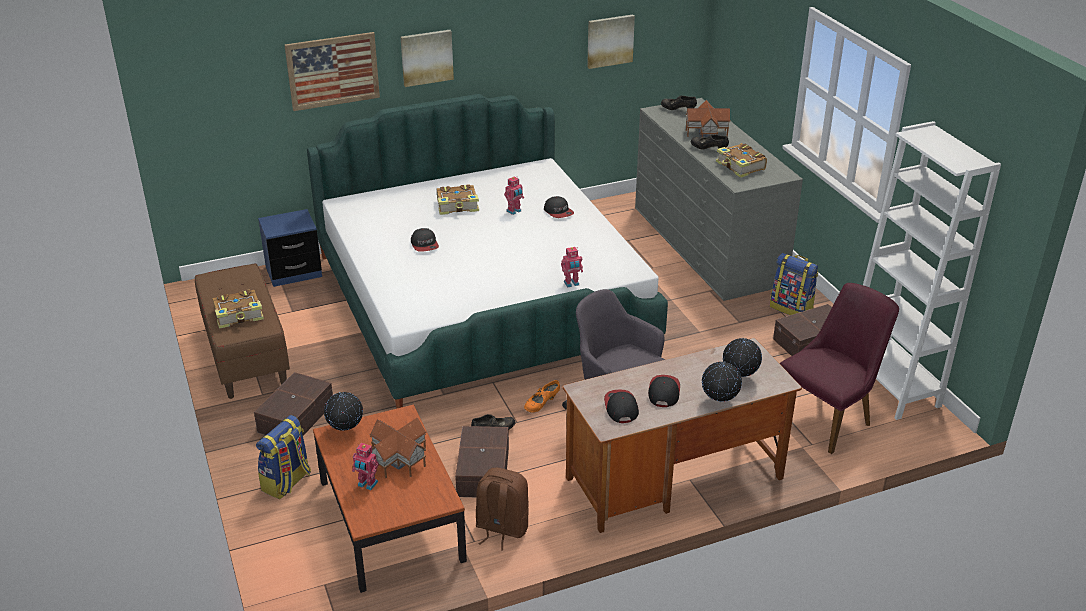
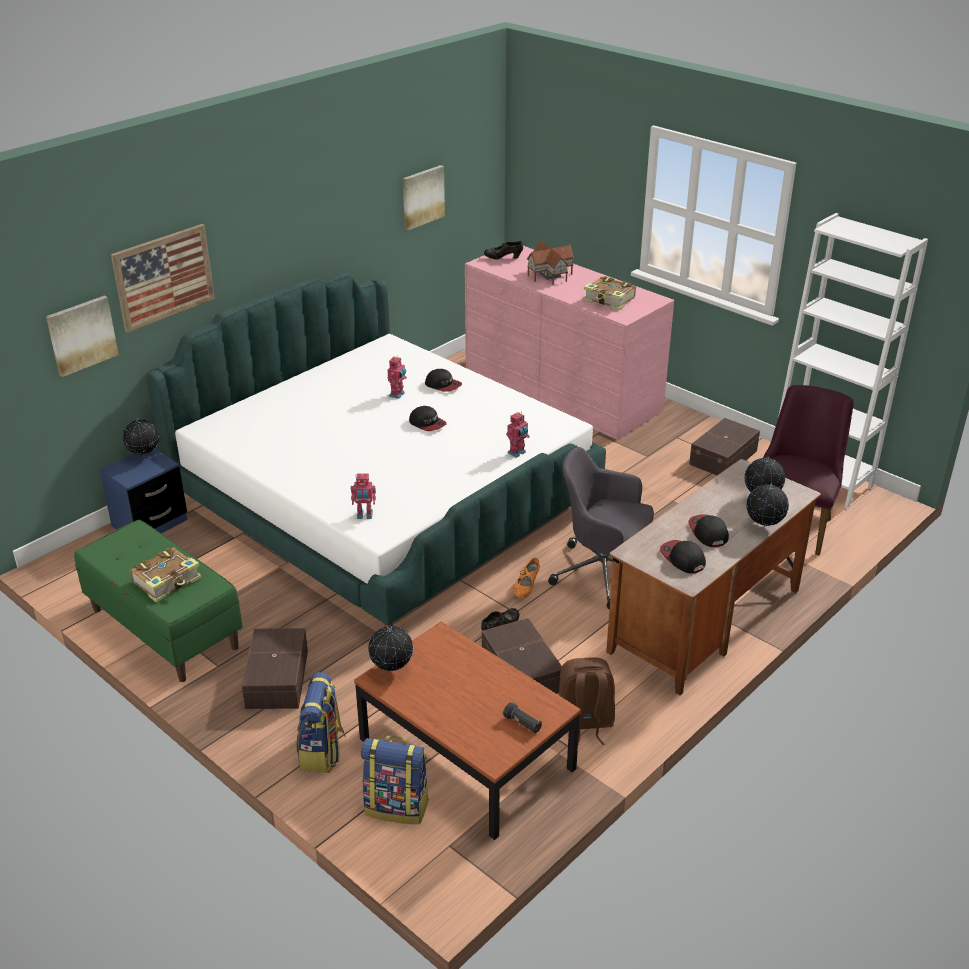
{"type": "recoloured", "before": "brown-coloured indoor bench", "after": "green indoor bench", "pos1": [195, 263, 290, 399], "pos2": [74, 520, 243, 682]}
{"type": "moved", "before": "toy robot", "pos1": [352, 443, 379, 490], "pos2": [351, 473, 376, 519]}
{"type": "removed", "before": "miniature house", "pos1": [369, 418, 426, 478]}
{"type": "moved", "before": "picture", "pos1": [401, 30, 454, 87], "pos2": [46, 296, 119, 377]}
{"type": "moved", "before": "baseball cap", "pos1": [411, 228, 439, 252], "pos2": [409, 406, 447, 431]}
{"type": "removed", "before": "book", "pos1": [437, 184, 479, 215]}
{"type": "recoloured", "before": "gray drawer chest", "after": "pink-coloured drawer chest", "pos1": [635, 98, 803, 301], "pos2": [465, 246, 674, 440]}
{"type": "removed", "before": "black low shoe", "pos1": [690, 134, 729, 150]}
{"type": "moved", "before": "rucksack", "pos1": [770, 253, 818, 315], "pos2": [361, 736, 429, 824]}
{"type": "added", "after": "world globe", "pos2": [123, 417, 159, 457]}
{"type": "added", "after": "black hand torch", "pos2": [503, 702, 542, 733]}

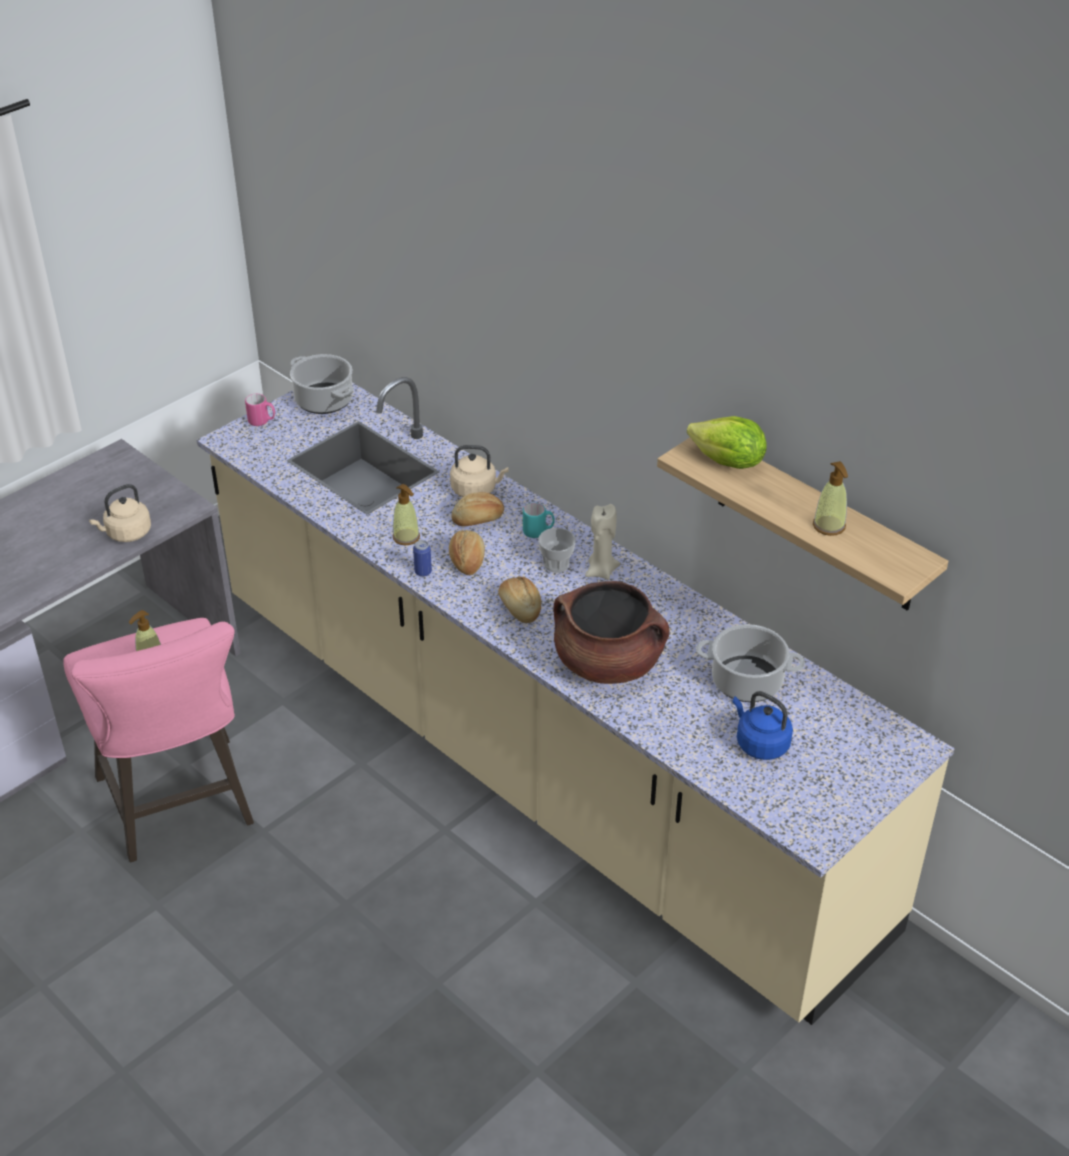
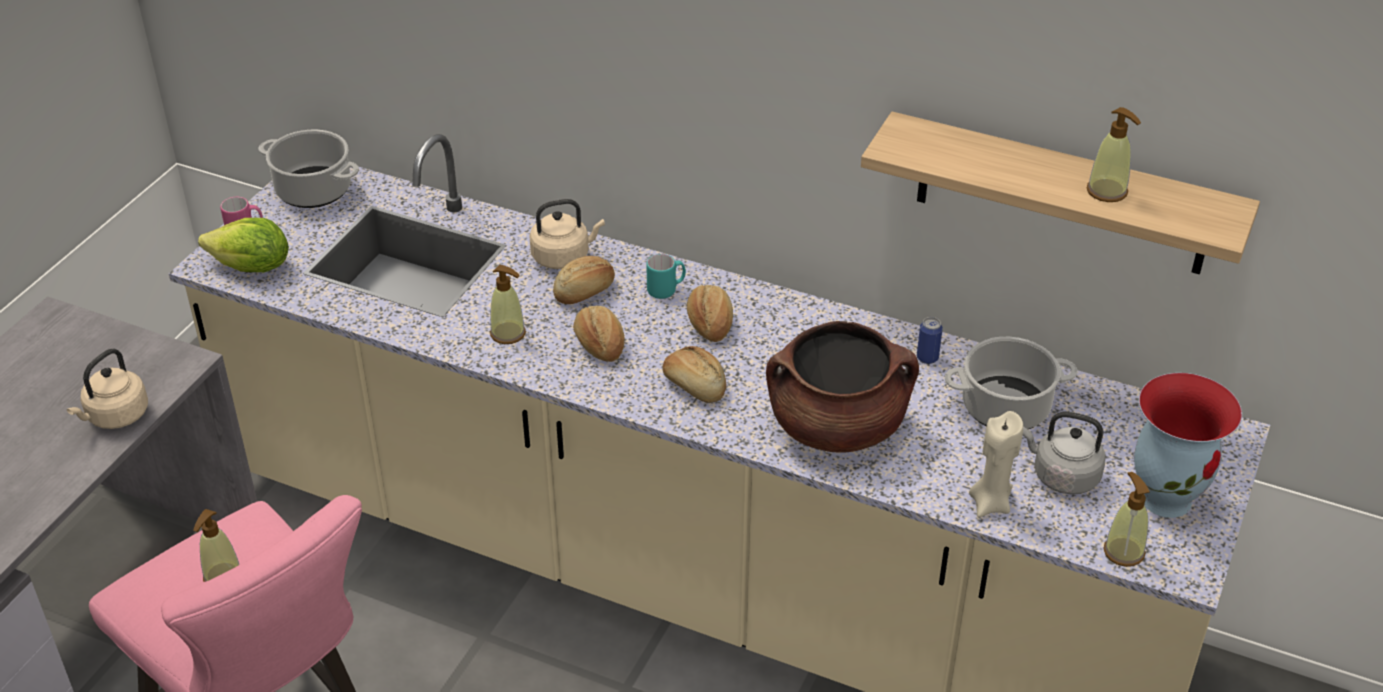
{"type": "moved", "before": "can", "pos1": [413, 540, 432, 577], "pos2": [917, 317, 943, 364]}
{"type": "replaced", "before": "cup", "after": "bakery bread", "pos1": [538, 528, 575, 573], "pos2": [687, 285, 733, 342]}
{"type": "moved", "before": "sand-coloured candle", "pos1": [585, 504, 620, 580], "pos2": [969, 411, 1023, 517]}
{"type": "moved", "before": "lettuce head", "pos1": [687, 416, 767, 469], "pos2": [198, 218, 289, 272]}
{"type": "recoloured", "before": "bluish tea kettle", "after": "gray tea kettle", "pos1": [733, 691, 793, 760], "pos2": [1023, 411, 1106, 495]}
{"type": "added", "after": "soap bottle", "pos2": [1103, 472, 1150, 567]}
{"type": "added", "after": "flower vase", "pos2": [1134, 373, 1242, 518]}

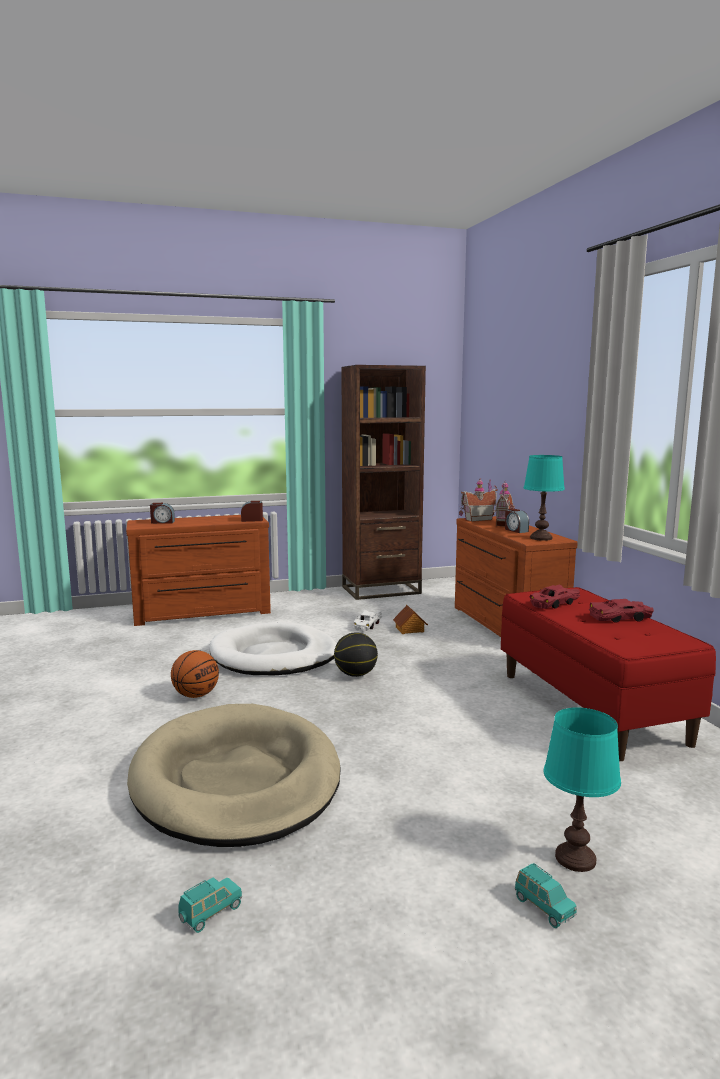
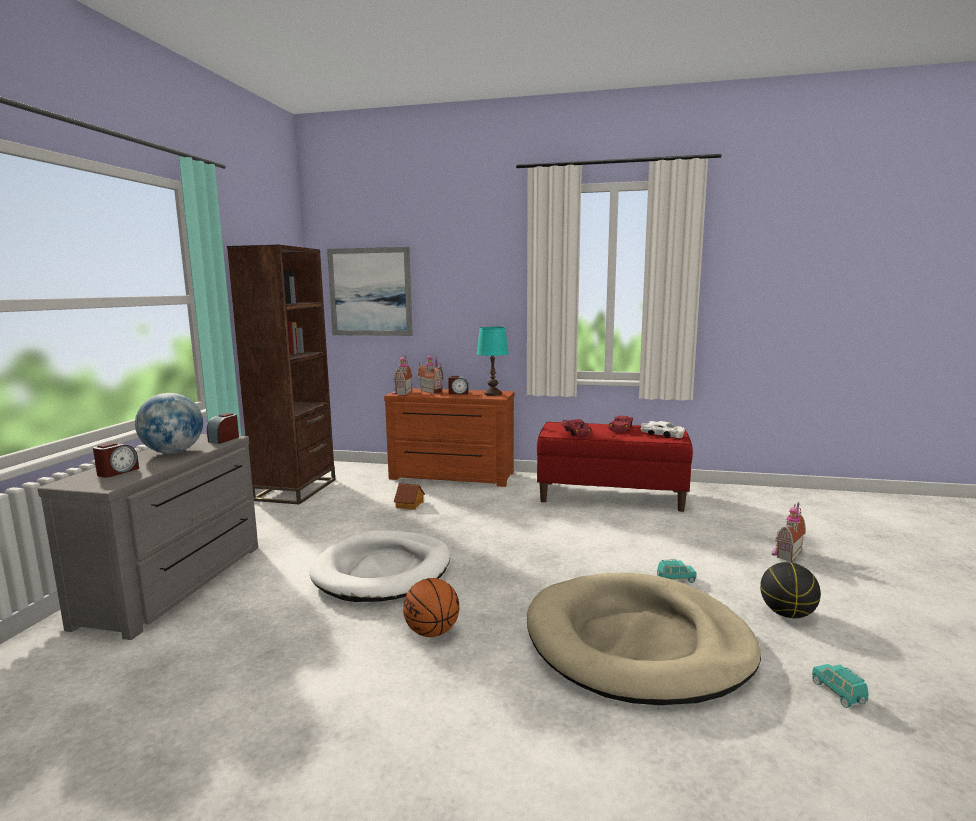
{"type": "recoloured", "before": "brown-coloured drawer chest", "after": "gray drawer chest", "pos1": [126, 515, 271, 626], "pos2": [38, 434, 258, 640]}
{"type": "moved", "before": "ball for basketball", "pos1": [334, 632, 378, 677], "pos2": [760, 562, 821, 618]}
{"type": "moved", "before": "white-coloured miniature car", "pos1": [353, 610, 382, 631], "pos2": [641, 421, 685, 438]}
{"type": "moved", "before": "blue-green miniature car", "pos1": [515, 863, 577, 928], "pos2": [657, 559, 697, 583]}
{"type": "replaced", "before": "blue-green table lamp", "after": "miniature house", "pos1": [543, 707, 621, 872], "pos2": [772, 502, 806, 562]}
{"type": "added", "after": "world globe", "pos2": [135, 393, 203, 453]}
{"type": "added", "after": "picture", "pos2": [327, 247, 413, 336]}

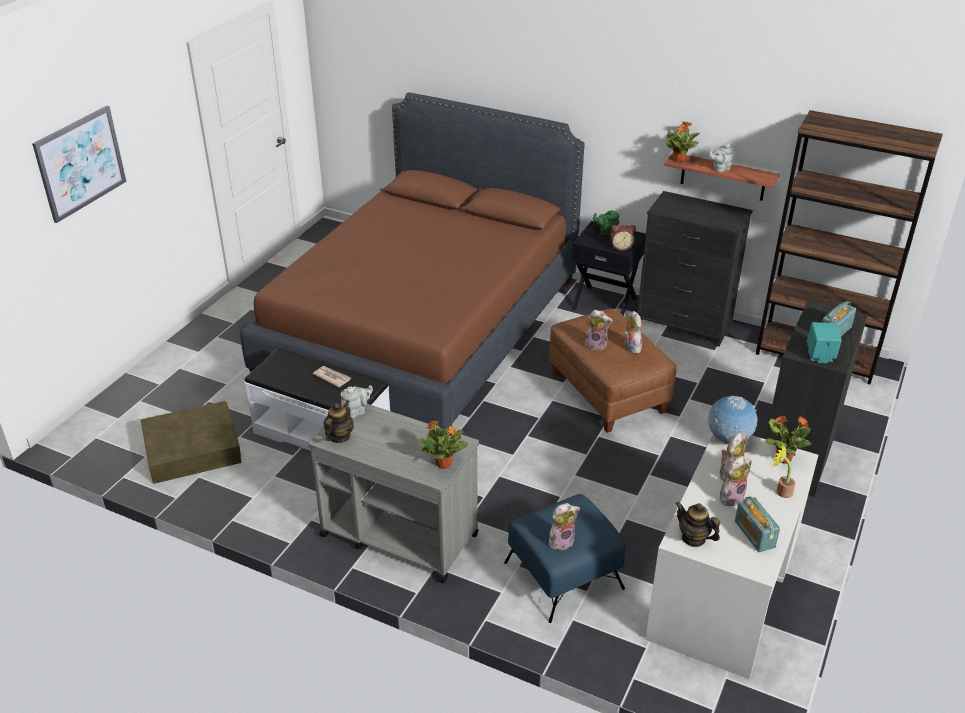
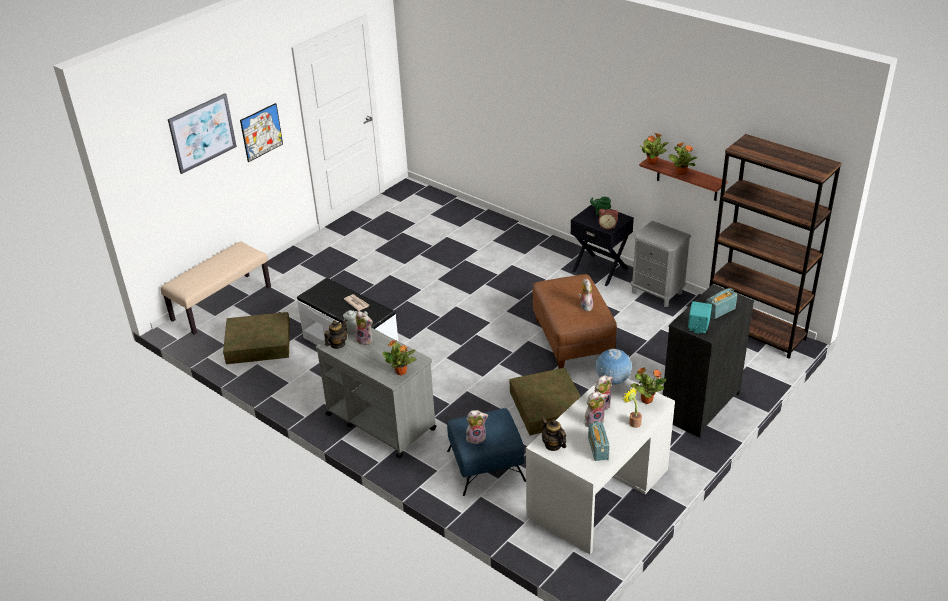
{"type": "removed", "before": "brown-coloured bed", "pos1": [240, 92, 585, 429]}
{"type": "moved", "before": "soft toy", "pos1": [585, 310, 613, 351], "pos2": [355, 311, 373, 345]}
{"type": "replaced", "before": "black drawer chest", "after": "gray night table", "pos1": [637, 191, 753, 347], "pos2": [630, 221, 691, 307]}
{"type": "replaced", "before": "gray tea pot", "after": "plant in a pot", "pos1": [709, 143, 735, 172], "pos2": [668, 142, 698, 175]}
{"type": "added", "after": "sand-coloured indoor bench", "pos2": [160, 241, 271, 335]}
{"type": "added", "after": "picture", "pos2": [240, 103, 283, 162]}
{"type": "added", "after": "brown-coloured storage bin", "pos2": [509, 368, 581, 435]}

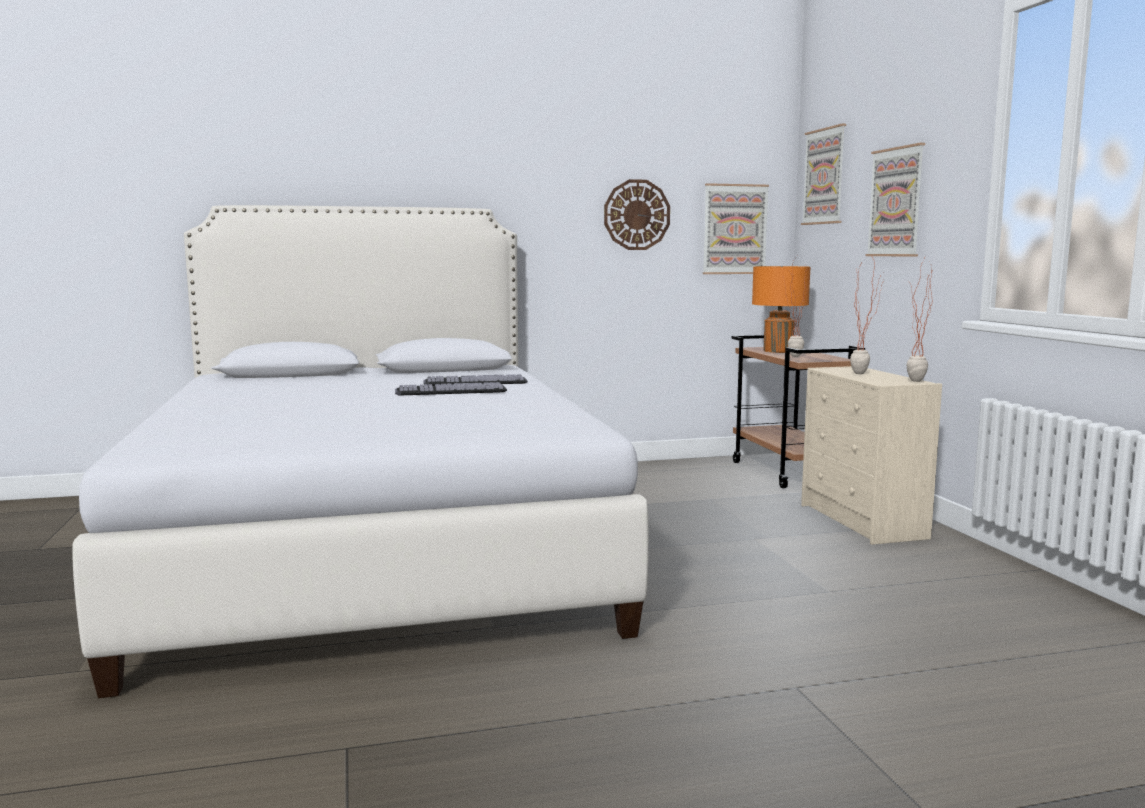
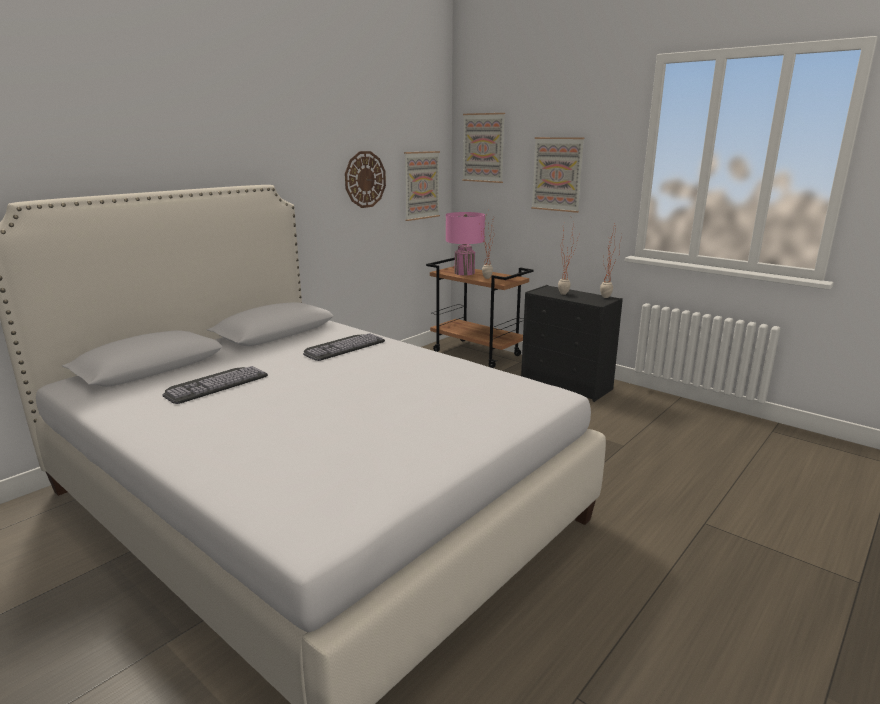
{"type": "moved", "before": "keyboard", "pos1": [395, 382, 507, 395], "pos2": [163, 366, 268, 404]}
{"type": "recoloured", "before": "orangey table lamp", "after": "pink-coloured table lamp", "pos1": [752, 266, 811, 353], "pos2": [446, 212, 485, 275]}
{"type": "recoloured", "before": "sand-coloured drawer chest", "after": "black drawer chest", "pos1": [801, 366, 942, 545], "pos2": [521, 285, 623, 402]}

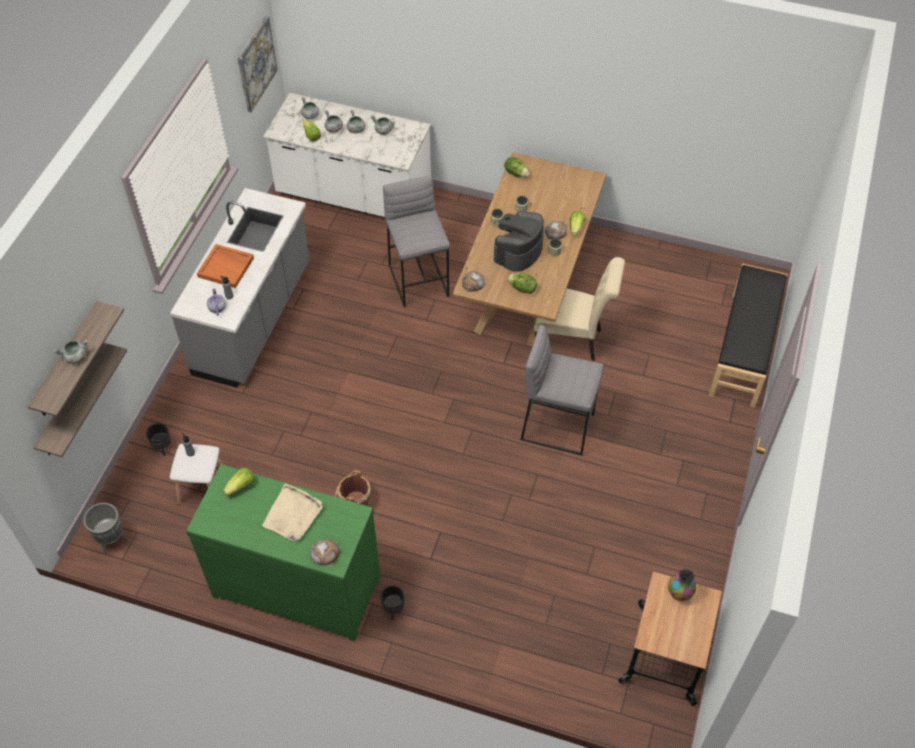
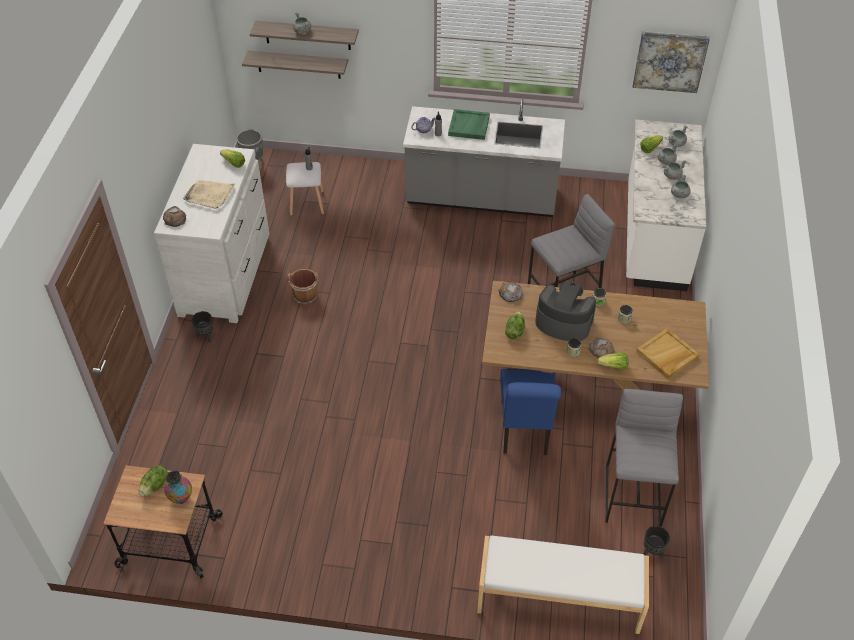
{"type": "moved", "before": "black flower pot", "pos1": [146, 423, 171, 456], "pos2": [644, 526, 670, 558]}
{"type": "recoloured", "before": "green drawer chest", "after": "white-coloured drawer chest", "pos1": [186, 464, 381, 641], "pos2": [154, 144, 270, 323]}
{"type": "recoloured", "before": "orangey carrying tray", "after": "green carrying tray", "pos1": [197, 244, 254, 288], "pos2": [448, 109, 490, 140]}
{"type": "moved", "before": "lettuce head", "pos1": [504, 157, 530, 178], "pos2": [138, 465, 168, 497]}
{"type": "moved", "before": "gray stool", "pos1": [521, 325, 604, 456], "pos2": [605, 389, 683, 527]}
{"type": "recoloured", "before": "sand-coloured plain chair", "after": "bluish plain chair", "pos1": [534, 257, 625, 361], "pos2": [500, 369, 561, 455]}
{"type": "recoloured", "before": "black indoor bench", "after": "white-coloured indoor bench", "pos1": [709, 263, 787, 408], "pos2": [477, 536, 649, 634]}
{"type": "added", "after": "sand-coloured carrying tray", "pos2": [636, 328, 700, 379]}

